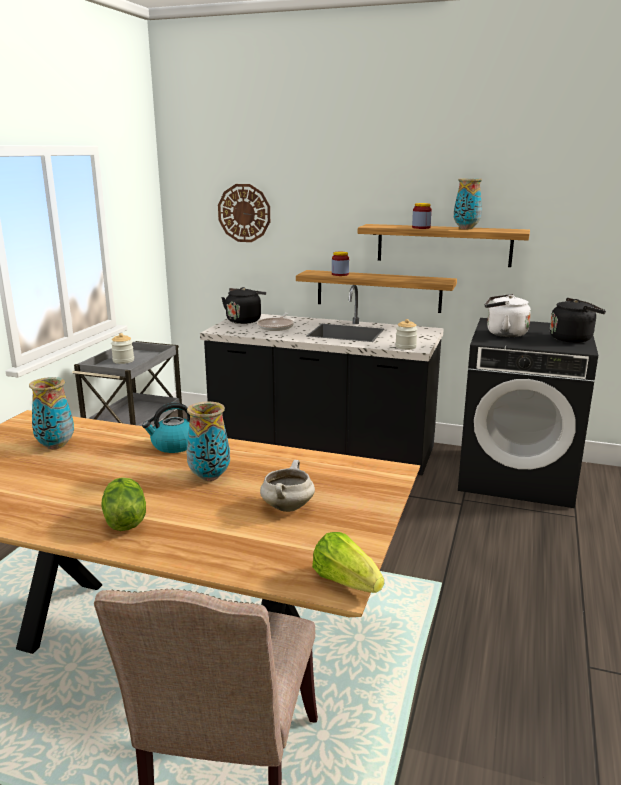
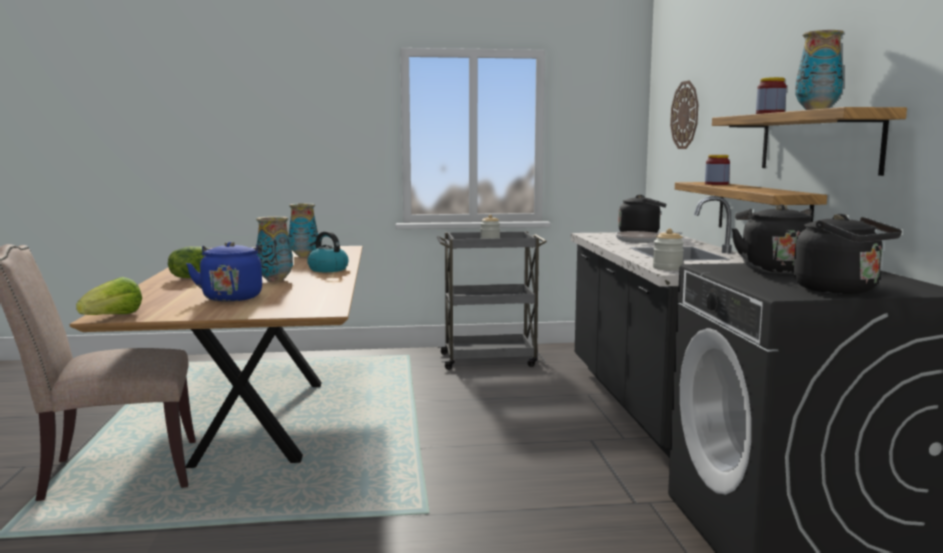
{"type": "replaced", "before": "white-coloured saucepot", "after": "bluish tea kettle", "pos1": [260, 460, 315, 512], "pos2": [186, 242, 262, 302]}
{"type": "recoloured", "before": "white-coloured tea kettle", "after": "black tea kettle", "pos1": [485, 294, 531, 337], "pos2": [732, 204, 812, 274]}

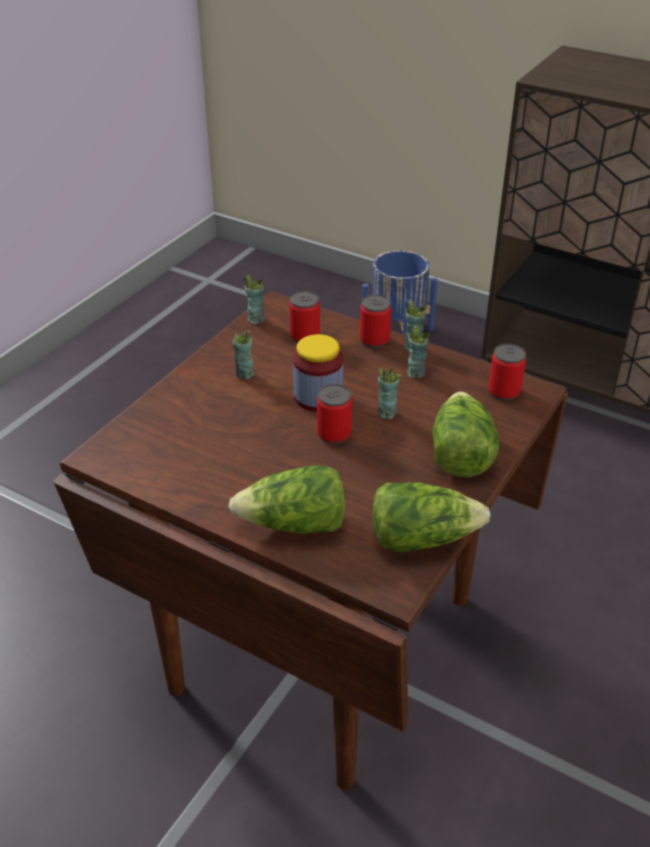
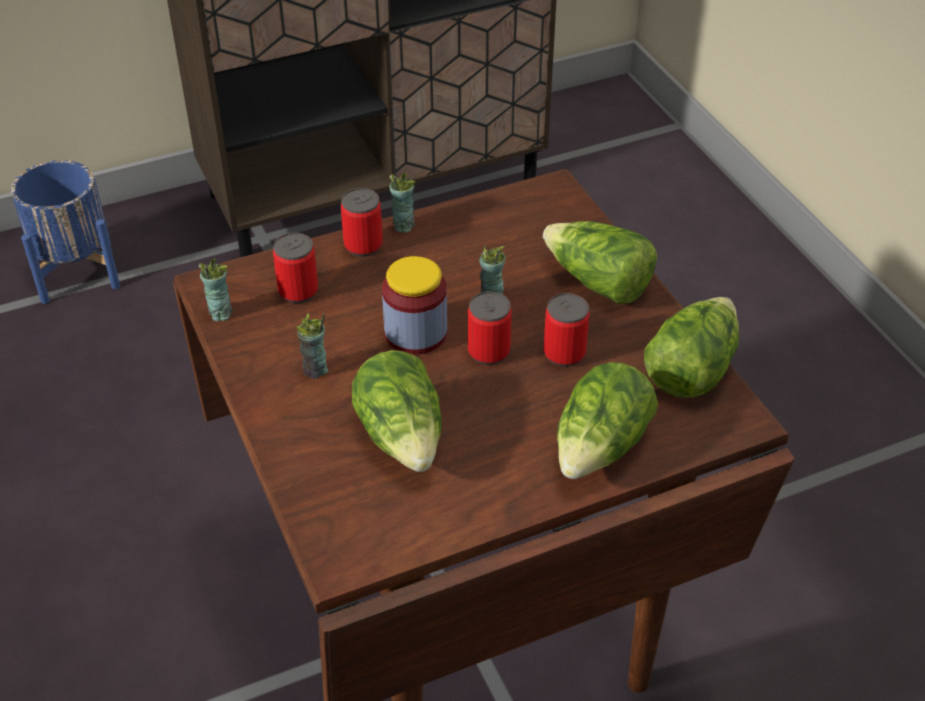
{"type": "removed", "before": "cup", "pos1": [407, 325, 430, 379]}
{"type": "moved", "before": "can", "pos1": [488, 343, 526, 401], "pos2": [543, 293, 590, 367]}
{"type": "added", "after": "lettuce head", "pos2": [352, 350, 442, 472]}

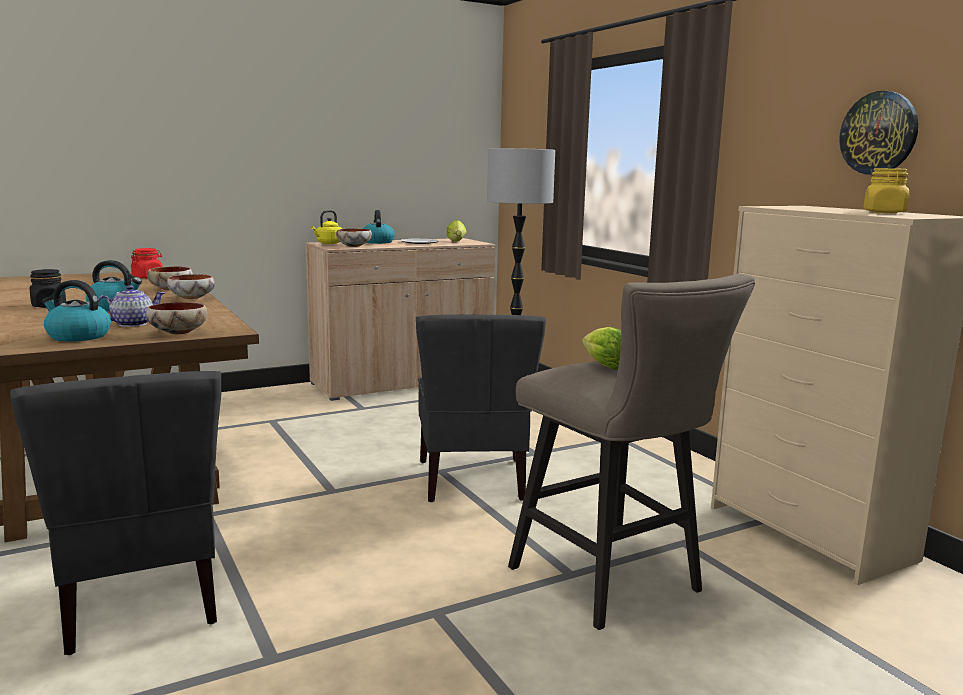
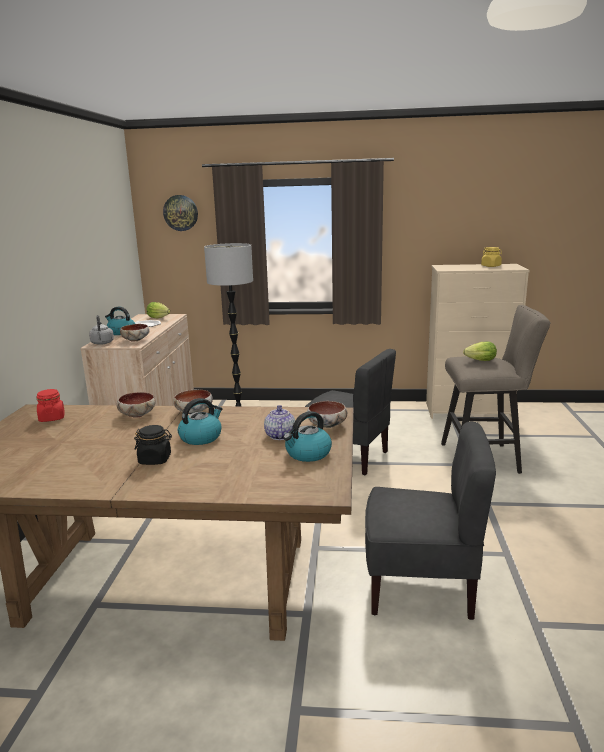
{"type": "recoloured", "before": "yellow tea kettle", "after": "gray tea kettle", "pos1": [311, 210, 342, 244], "pos2": [89, 315, 114, 345]}
{"type": "moved", "before": "wall clock", "pos1": [839, 91, 918, 175], "pos2": [163, 195, 198, 231]}

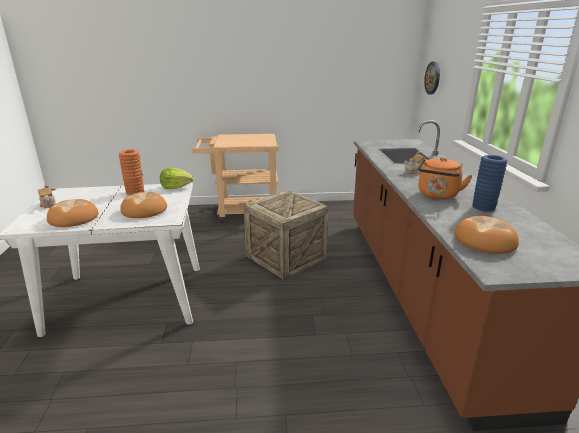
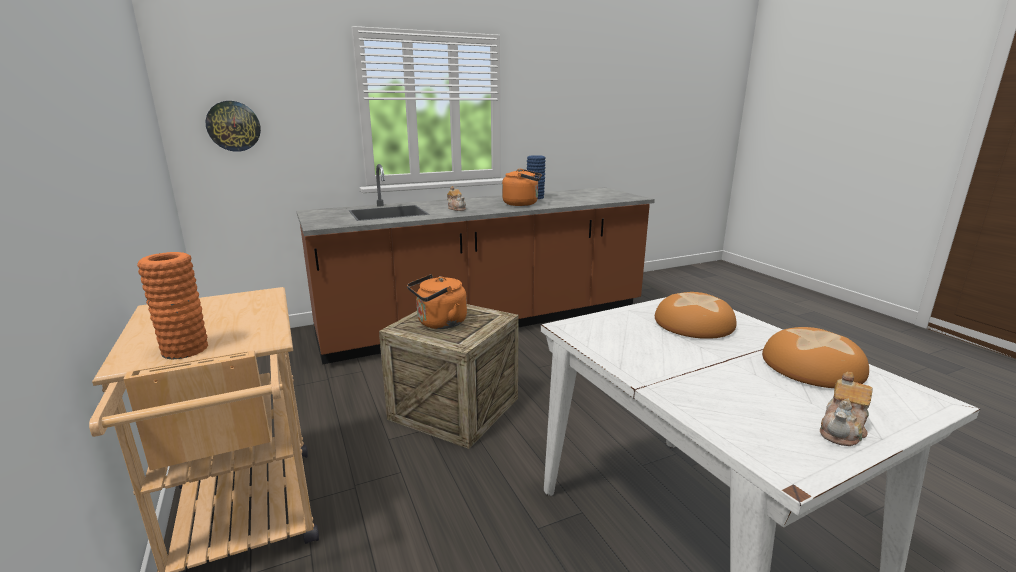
{"type": "moved", "before": "orangey flower vase", "pos1": [119, 149, 144, 195], "pos2": [137, 252, 208, 359]}
{"type": "removed", "before": "lettuce head", "pos1": [160, 168, 194, 189]}
{"type": "removed", "before": "bakery bread", "pos1": [455, 216, 519, 254]}
{"type": "added", "after": "orangey tea kettle", "pos2": [407, 274, 467, 329]}

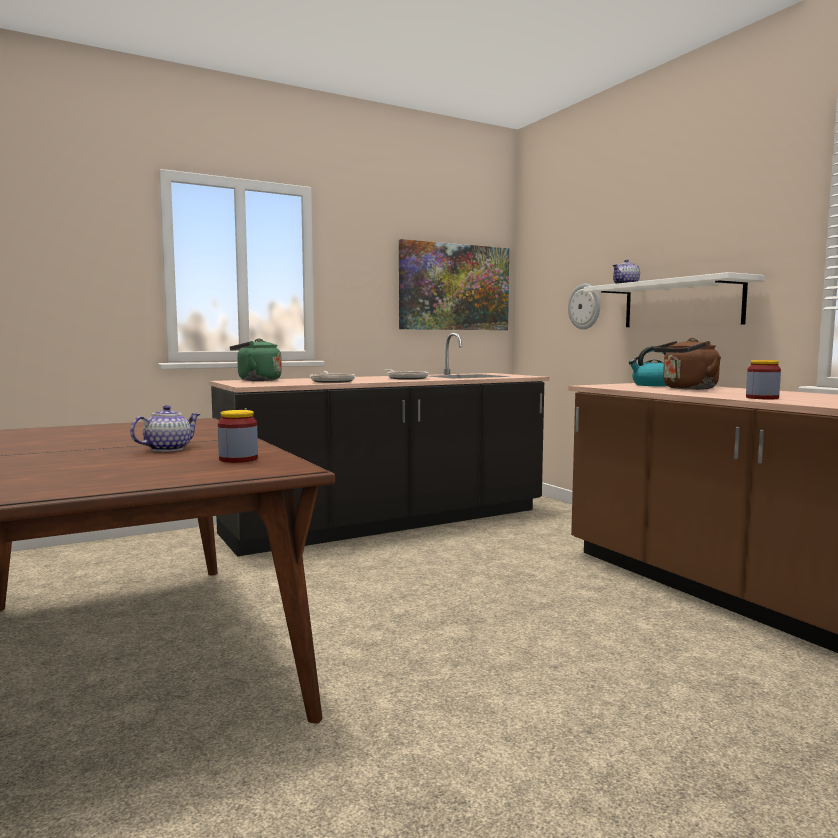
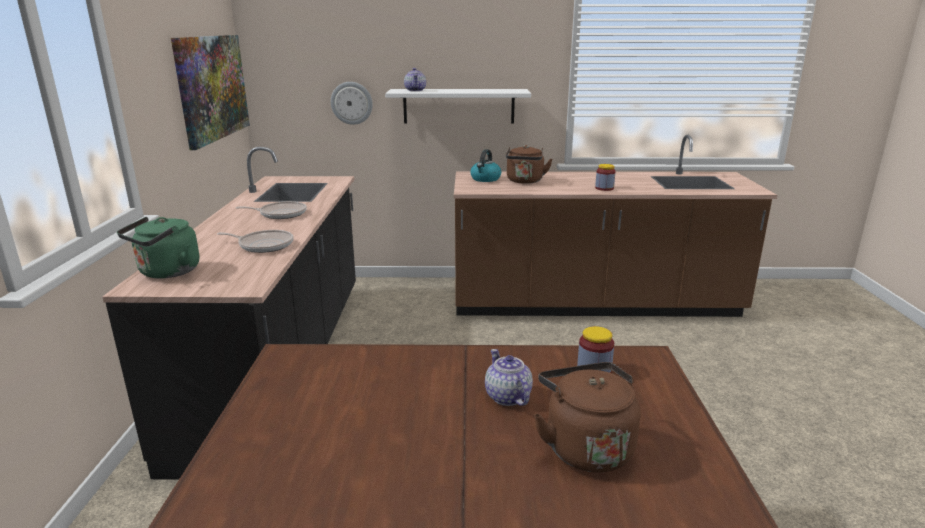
{"type": "added", "after": "brown-coloured tea kettle", "pos2": [534, 362, 641, 472]}

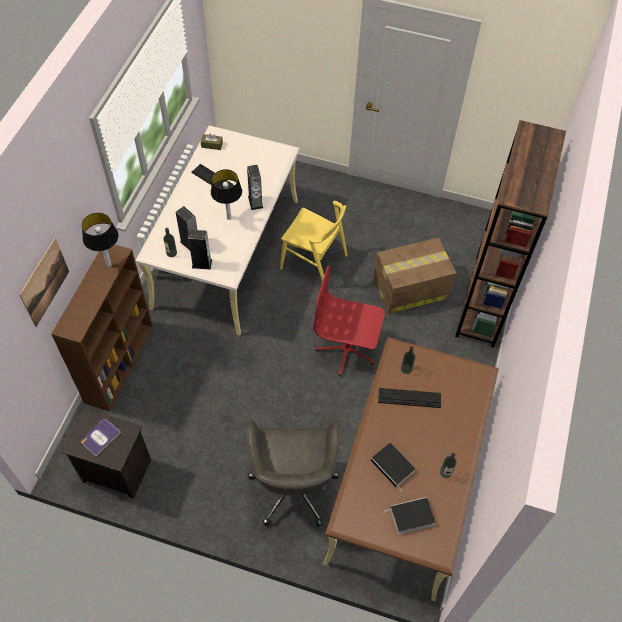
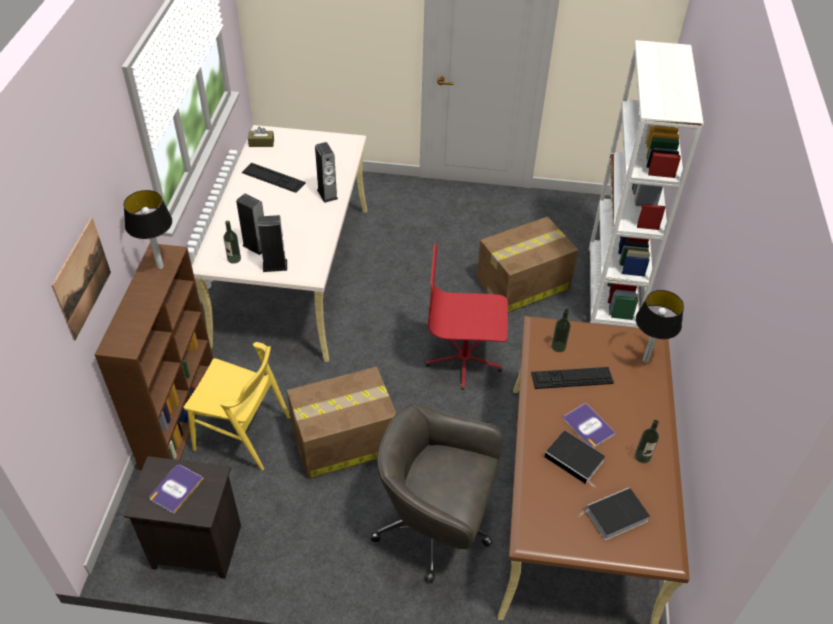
{"type": "moved", "before": "table lamp", "pos1": [211, 169, 242, 220], "pos2": [636, 290, 684, 363]}
{"type": "turned", "before": "gray office chair", "pos1": [247, 419, 340, 527], "pos2": [371, 402, 503, 583], "turn": 120}
{"type": "moved", "before": "yellow plain chair", "pos1": [280, 201, 348, 281], "pos2": [184, 342, 290, 470]}
{"type": "recoloured", "before": "brown-coloured bookshelf", "after": "white-coloured bookshelf", "pos1": [455, 120, 566, 347], "pos2": [589, 40, 704, 328]}
{"type": "added", "after": "carton", "pos2": [287, 367, 396, 479]}
{"type": "added", "after": "book", "pos2": [563, 403, 616, 448]}

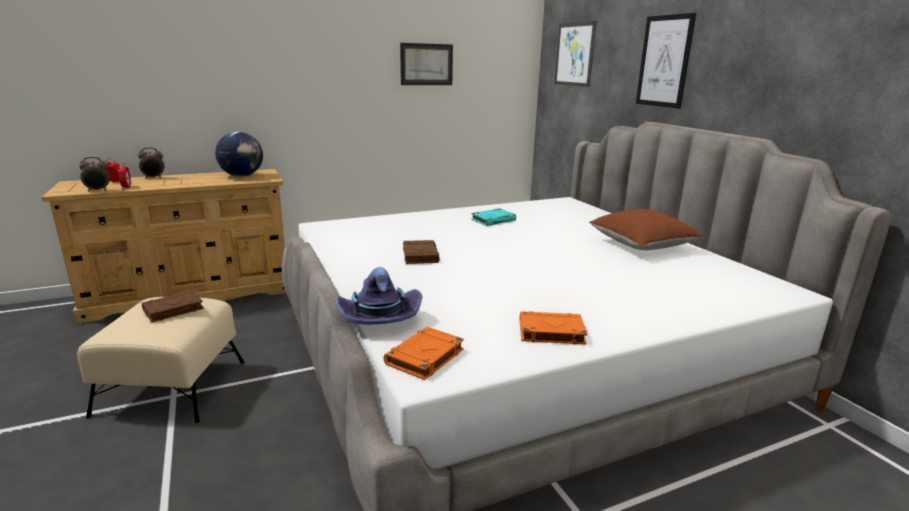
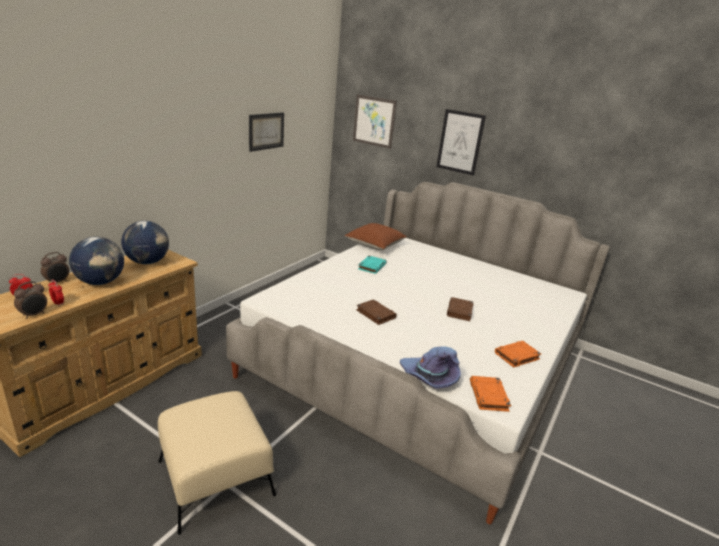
{"type": "moved", "before": "brown-coloured book", "pos1": [142, 291, 204, 322], "pos2": [447, 297, 473, 321]}
{"type": "moved", "before": "brown-coloured pillow", "pos1": [589, 209, 703, 250], "pos2": [345, 223, 407, 250]}
{"type": "added", "after": "world globe", "pos2": [69, 237, 124, 285]}

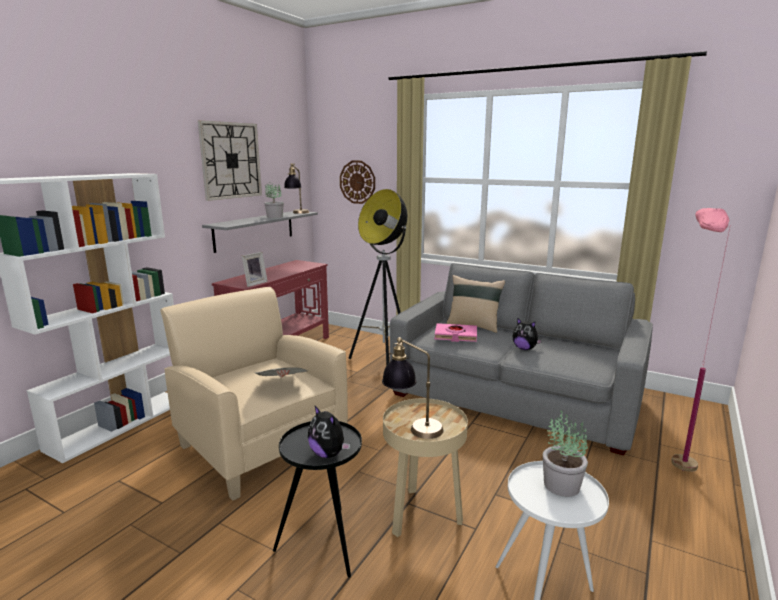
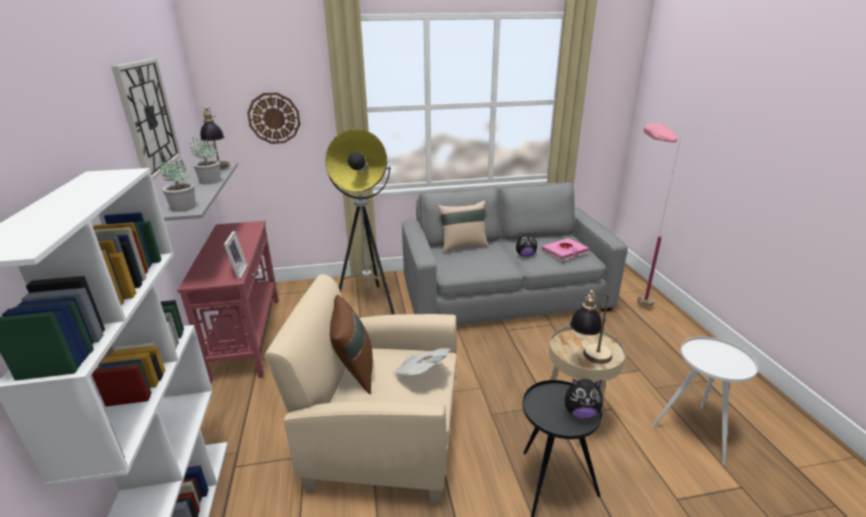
{"type": "moved", "before": "pink-coloured book", "pos1": [435, 323, 477, 342], "pos2": [541, 238, 589, 261]}
{"type": "moved", "before": "plant in a pot", "pos1": [543, 410, 588, 497], "pos2": [159, 156, 196, 212]}
{"type": "added", "after": "brown-coloured pillow", "pos2": [330, 295, 373, 394]}

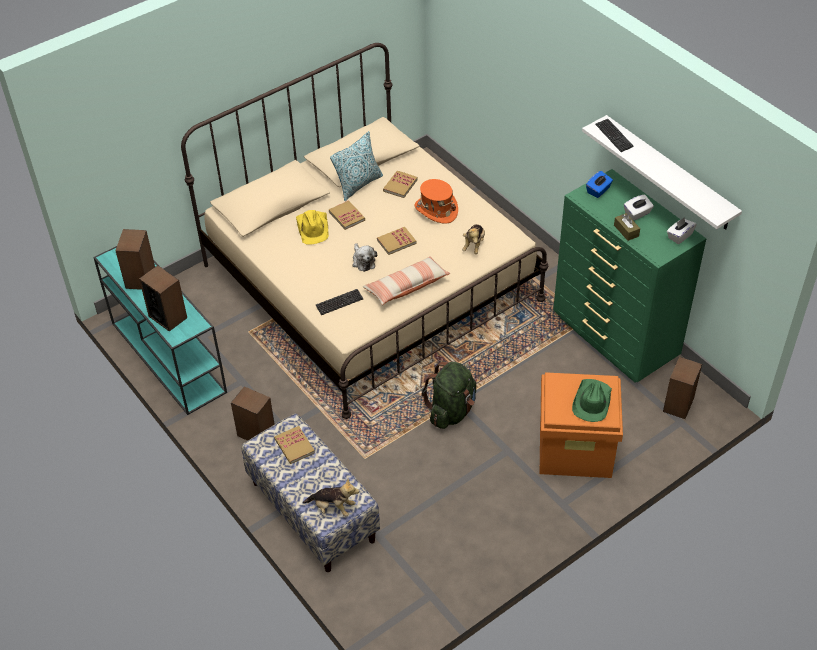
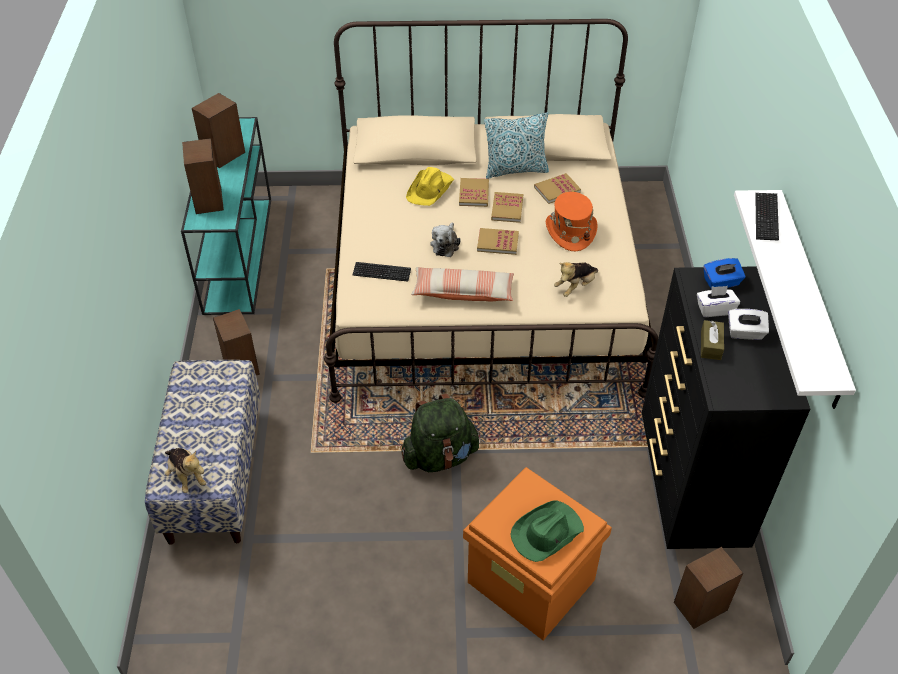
{"type": "moved", "before": "book", "pos1": [274, 426, 315, 464], "pos2": [491, 192, 523, 223]}
{"type": "recoloured", "before": "green drawer chest", "after": "black drawer chest", "pos1": [553, 169, 706, 383], "pos2": [642, 266, 810, 549]}
{"type": "moved", "before": "white-coloured tissue holder", "pos1": [667, 217, 697, 244], "pos2": [697, 286, 740, 317]}

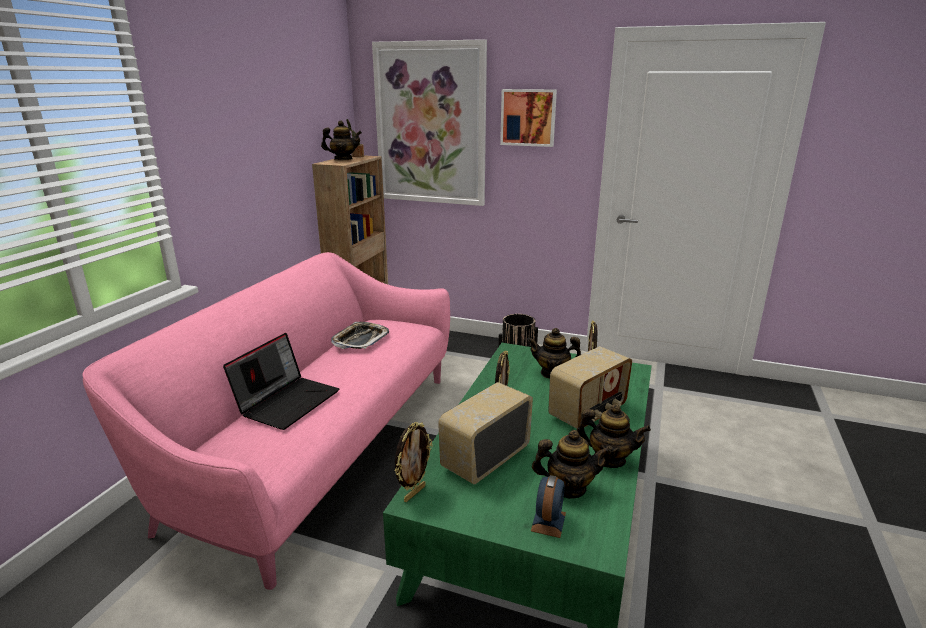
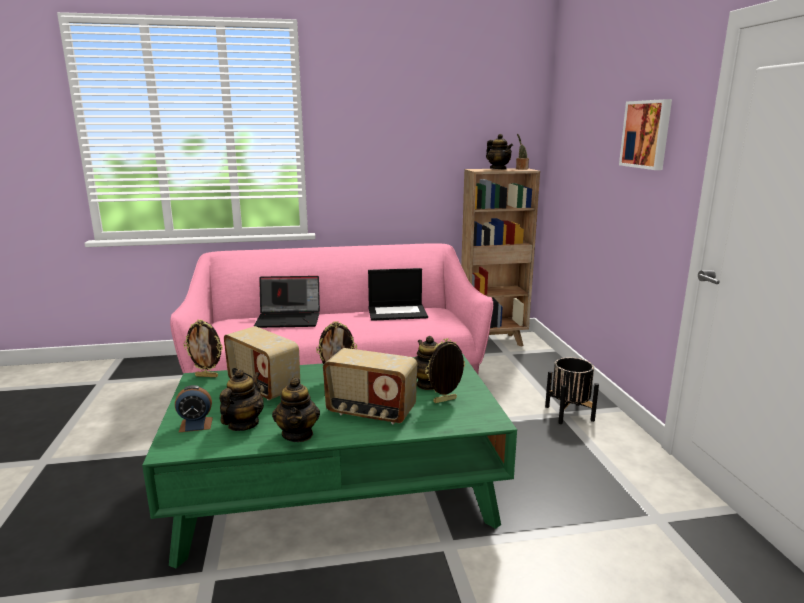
{"type": "replaced", "before": "carrying tray", "after": "laptop", "pos1": [331, 322, 389, 349], "pos2": [368, 268, 428, 321]}
{"type": "removed", "before": "picture", "pos1": [372, 39, 487, 206]}
{"type": "turned", "before": "radio receiver", "pos1": [438, 382, 533, 484], "pos2": [224, 326, 300, 400], "turn": -150}
{"type": "turned", "before": "tea pot", "pos1": [532, 430, 611, 499], "pos2": [220, 369, 264, 431], "turn": -135}

